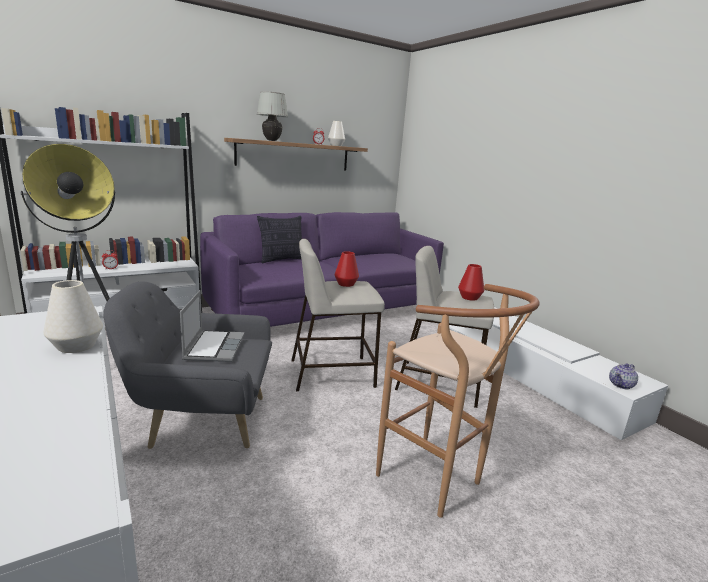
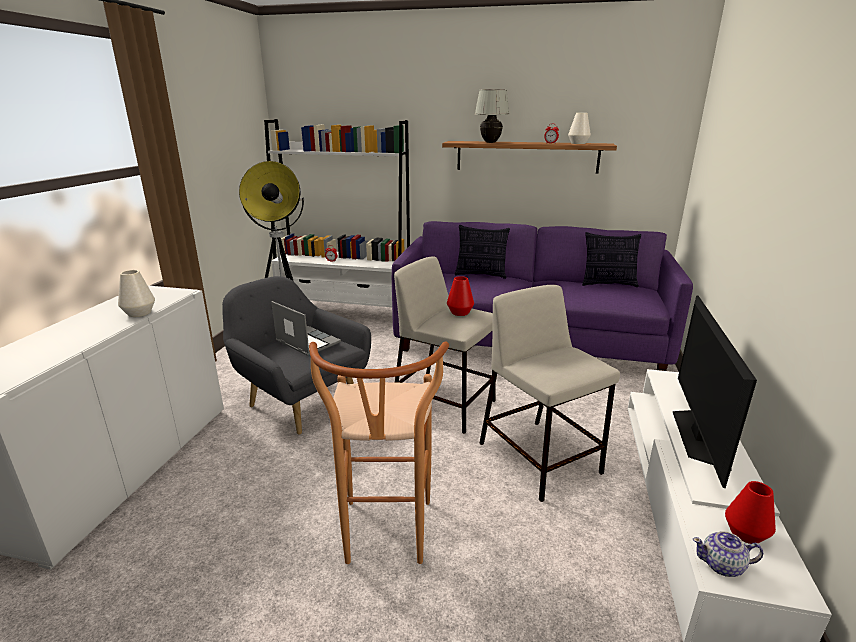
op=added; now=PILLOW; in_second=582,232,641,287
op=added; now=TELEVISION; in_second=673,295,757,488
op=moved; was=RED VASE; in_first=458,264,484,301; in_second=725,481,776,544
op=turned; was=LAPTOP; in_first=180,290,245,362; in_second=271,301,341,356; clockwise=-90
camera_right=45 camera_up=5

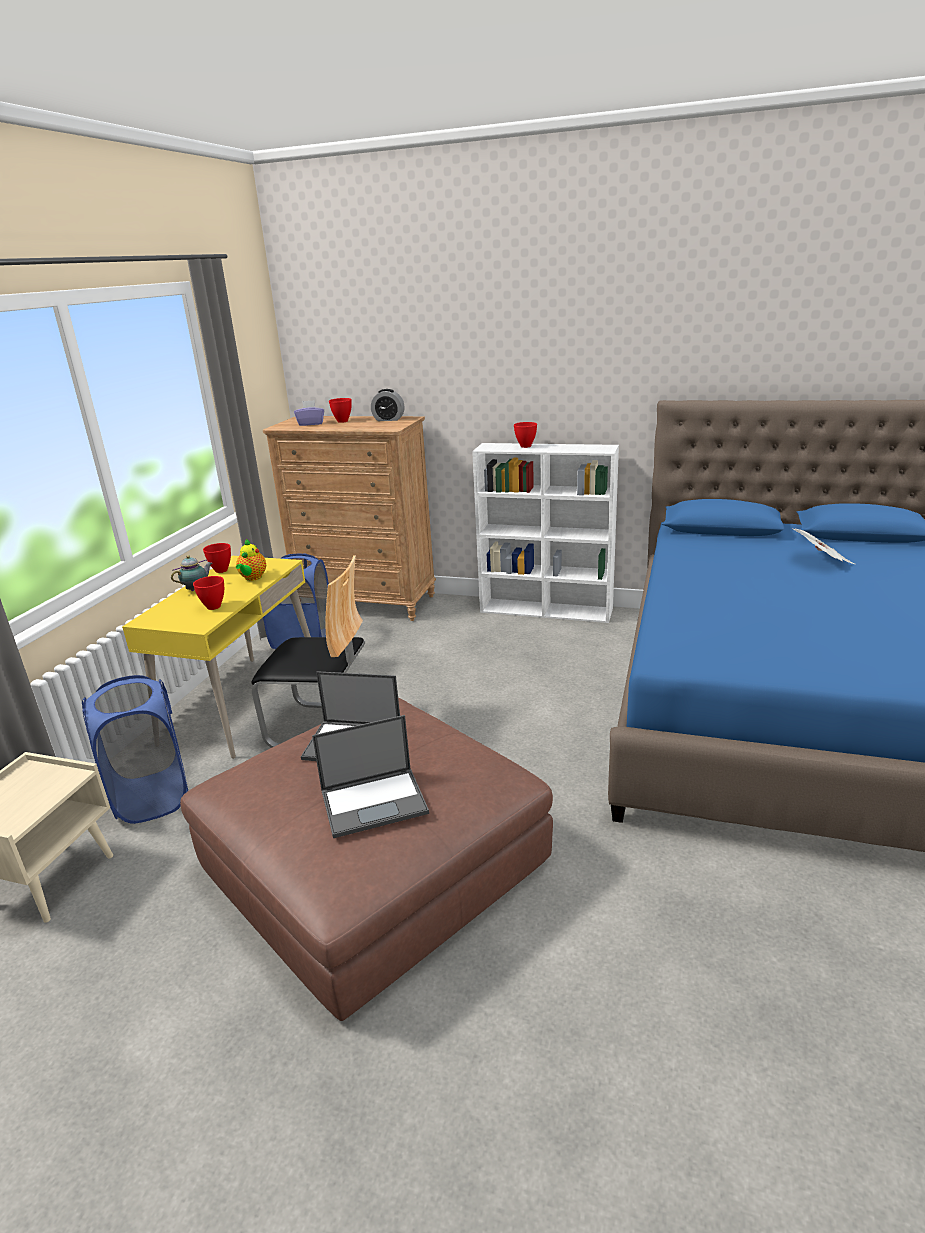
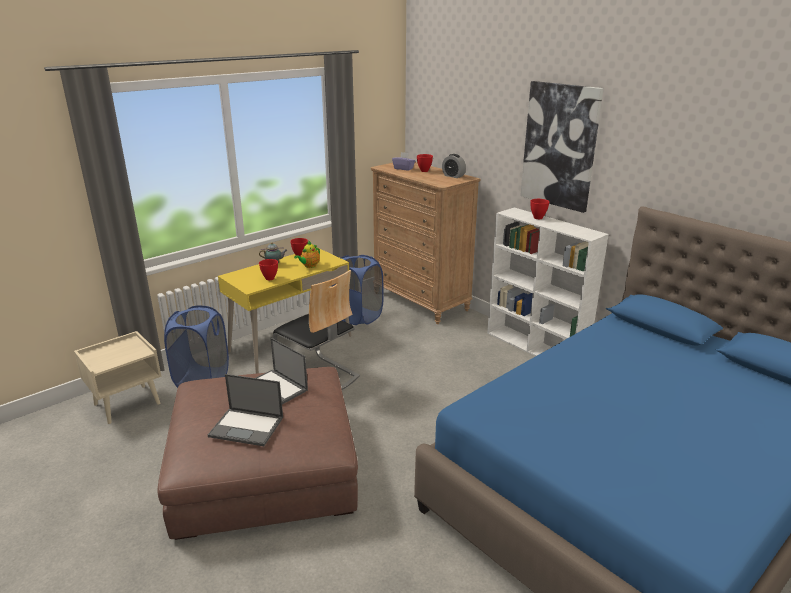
op=removed; was=NEWSPAPER; in_first=793,528,854,564
op=added; now=PICTURE; in_second=520,81,604,213
camera_right=30 camera_up=0

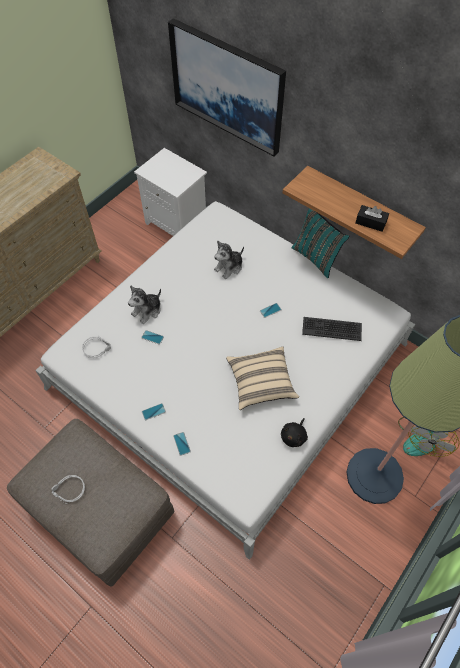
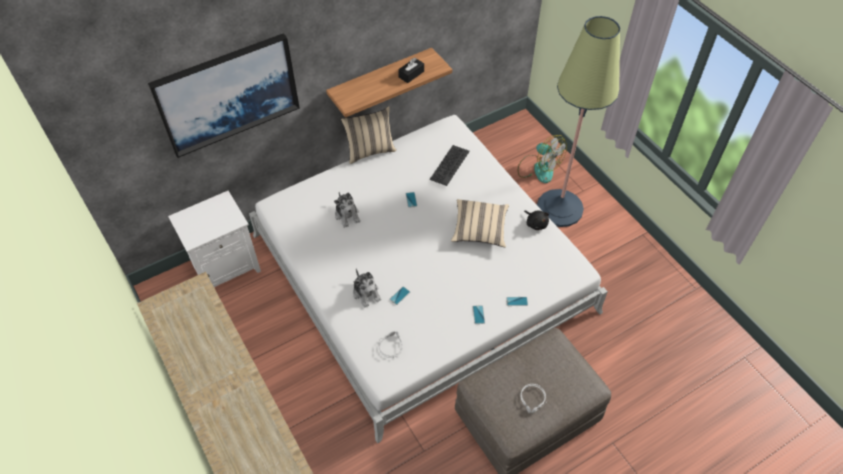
op=recoloured; was=TURQUOISE PILLOW; now=BEIGE PILLOW; in_first=291,208,349,278; in_second=341,106,397,164
camera_right=-70 camera_up=-5

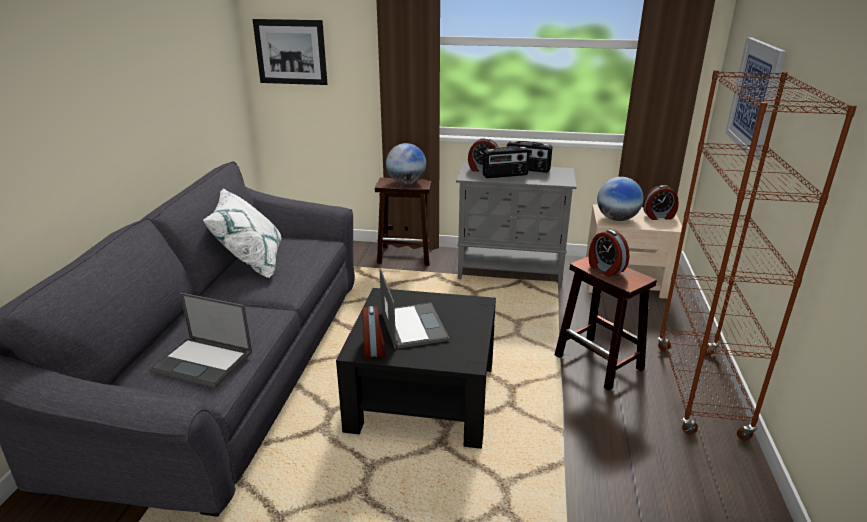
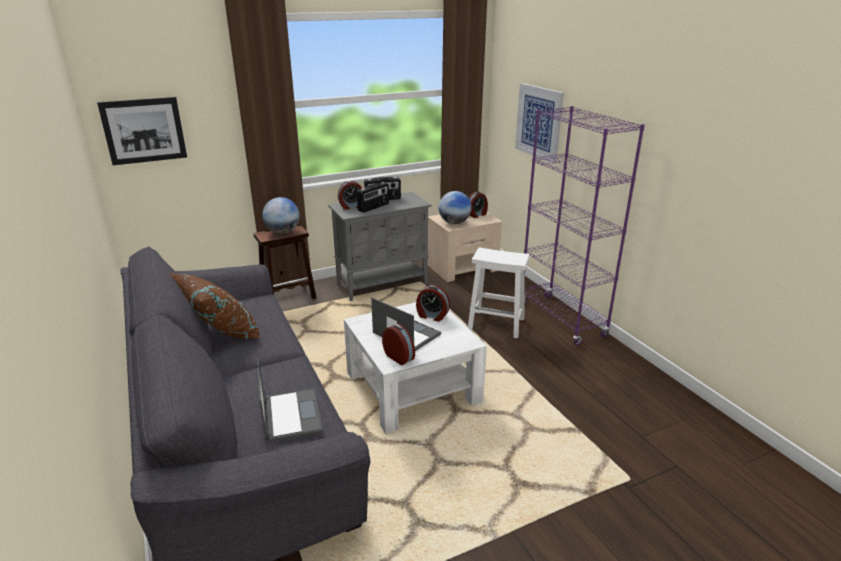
op=moved; was=ALARM CLOCK; in_first=589,230,629,276; in_second=416,285,450,322
op=recoloured; was=WHITE PILLOW; now=BROWN PILLOW; in_first=203,189,282,278; in_second=170,273,260,339
op=recoloured; was=BLACK COFFEE TABLE; now=WHITE COFFEE TABLE; in_first=336,288,496,449; in_second=344,302,487,434
op=recoloured; was=BROWN STOOL; now=WHITE STOOL; in_first=555,256,657,391; in_second=468,248,530,339
op=recoloured; was=BROWN BOOKCASE; now=PURPLE BOOKCASE; in_first=657,70,857,440; in_second=524,106,645,345
op=turned; was=LAPTOP; in_first=149,293,252,388; in_second=257,359,323,443; clockwise=-90
camera_right=-35 camera_up=0

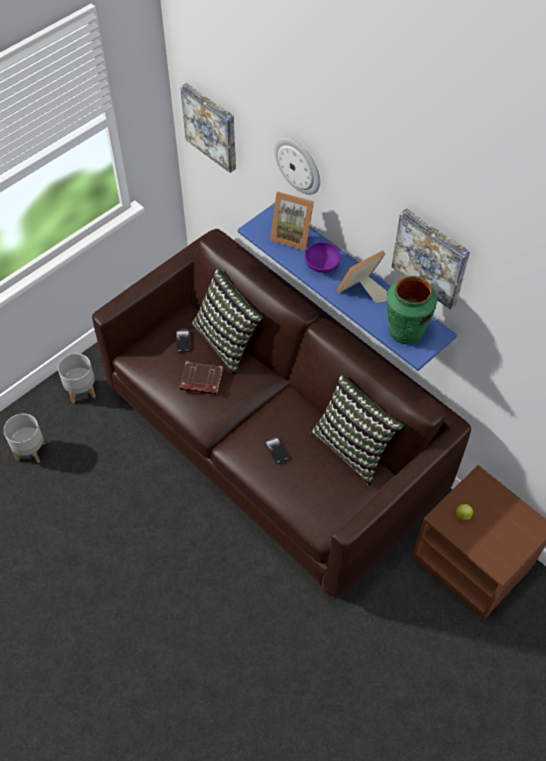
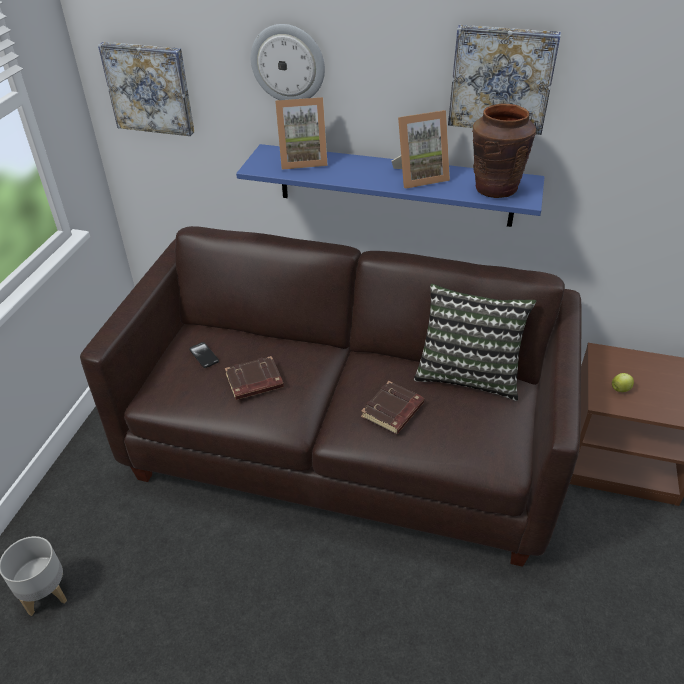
op=removed; was=GREY PLANTER; in_first=58,353,96,403
op=removed; was=PILLOW; in_first=191,268,263,375
op=removed; was=PURPLE BOWL; in_first=305,242,341,273
op=replaced; was=PHONE; now=BROWN BOOK; in_first=265,436,289,464; in_second=361,381,424,434
op=recoloured; was=GREEN VASE; now=BROWN VASE; in_first=387,276,437,344; in_second=472,104,536,198
op=turned; was=PICTURE FRAME; in_first=337,251,388,303; in_second=392,110,450,189; clockwise=-135
camera_right=-30 camera_up=-15

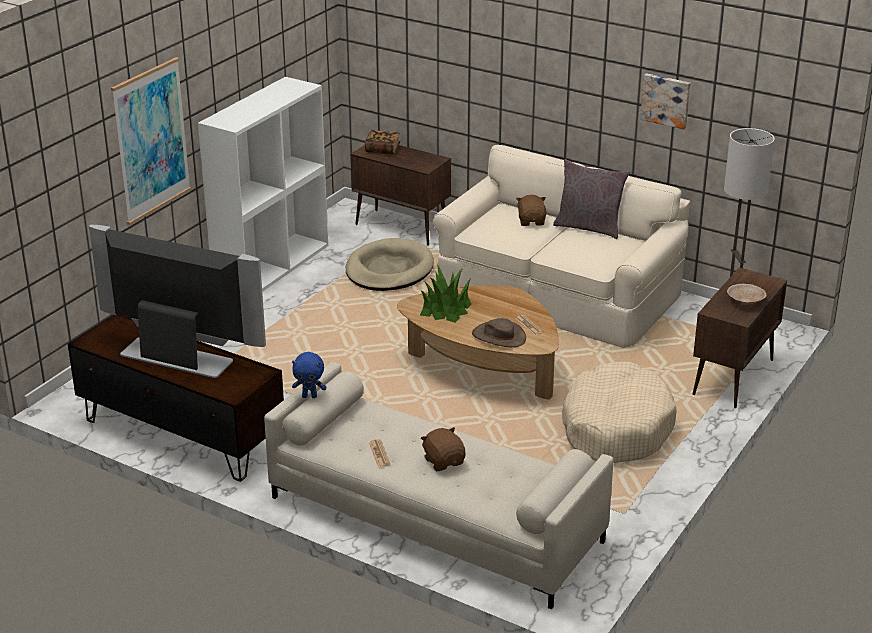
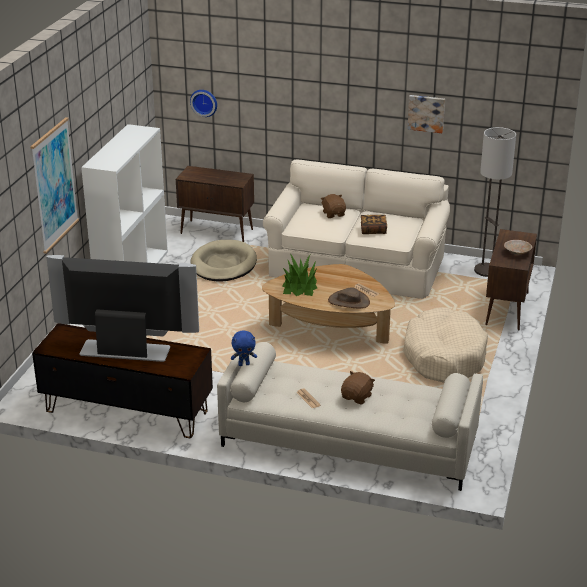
op=removed; was=GREY PILLOW; in_first=553,159,630,239
op=added; now=WALL CLOCK; in_second=190,90,217,117
op=moved; was=BOOK; in_first=365,130,400,155; in_second=361,215,387,234
op=turned; was=BROWN PLUSH TOY; in_first=421,427,466,471; in_second=341,371,375,404; clockwise=75
camera_right=-15 camera_up=0

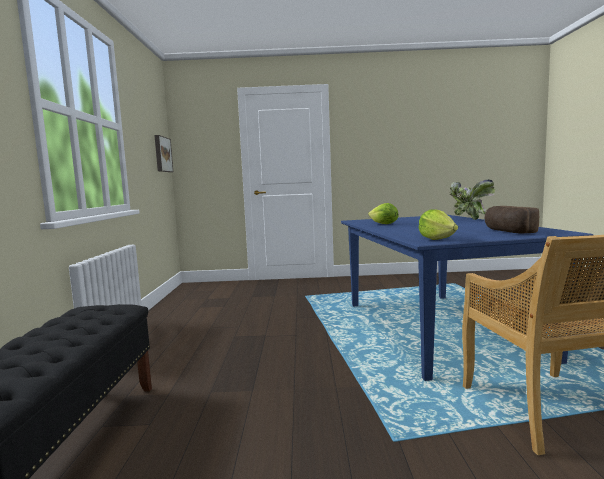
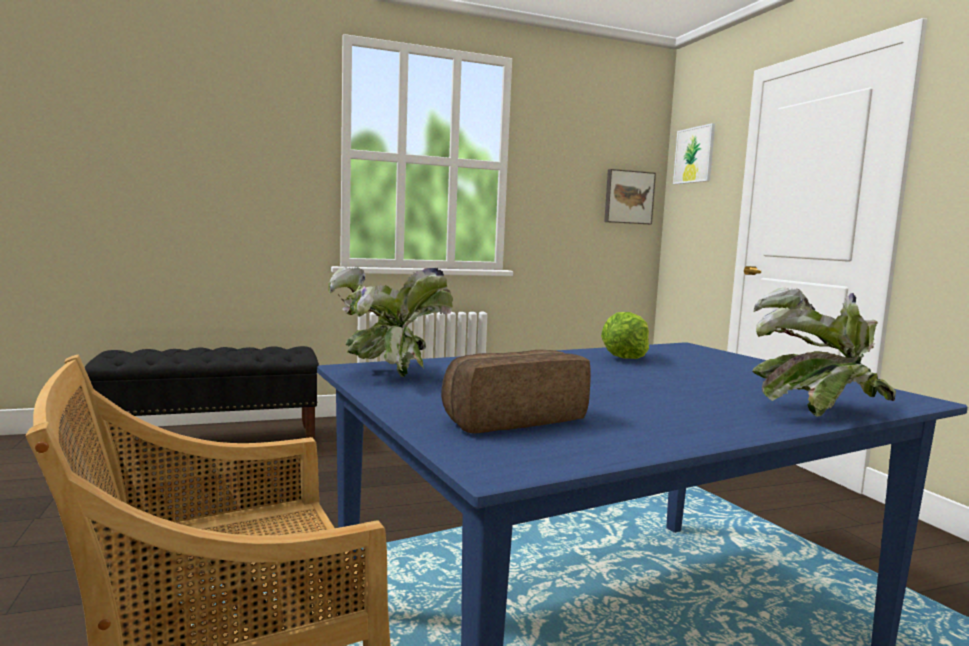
op=added; now=PICTURE; in_second=673,123,715,184
op=replaced; was=LETTUCE; now=POTTED PLANT; in_first=419,209,458,240; in_second=328,267,453,377
camera_right=70 camera_up=0

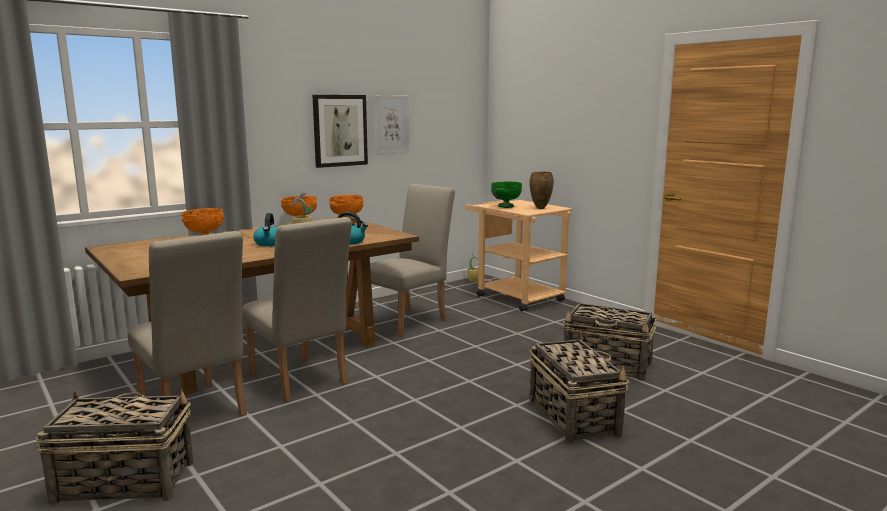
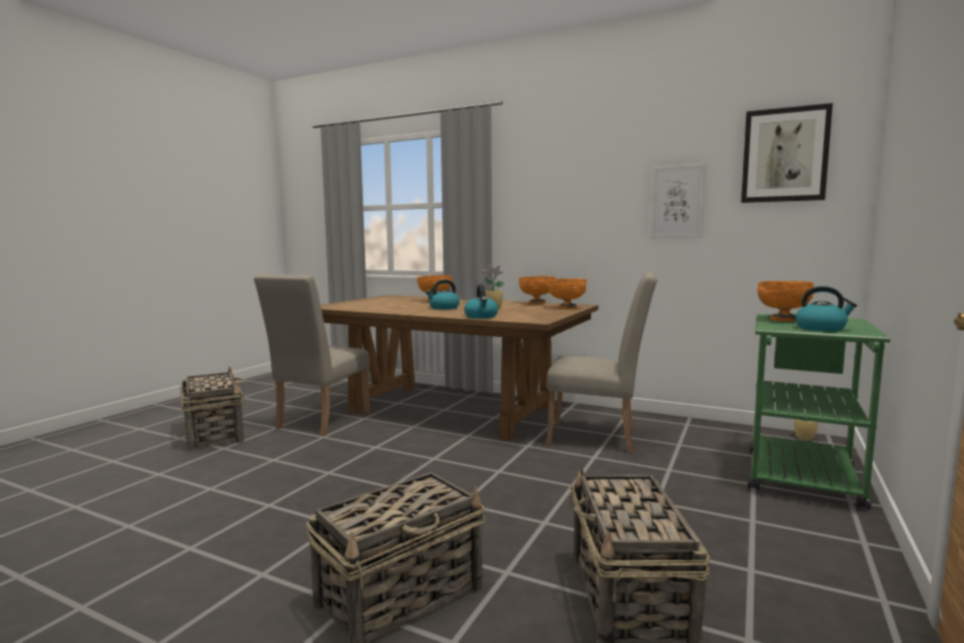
op=removed; was=BEIGE CHAIR; in_first=242,217,352,403
op=moved; was=PICTURE; in_first=312,95,368,168; in_second=741,103,833,203
op=replaced; was=BROWN VASE; now=KETTLE; in_first=529,172,554,209; in_second=795,286,857,332
op=recoloured; was=BEIGE CART; now=GREEN CART; in_first=465,200,572,311; in_second=748,314,890,510
op=recoloured; was=GREEN BOWL; now=ORANGE BOWL; in_first=491,182,522,208; in_second=757,281,814,322
camera_right=65 camera_up=-5

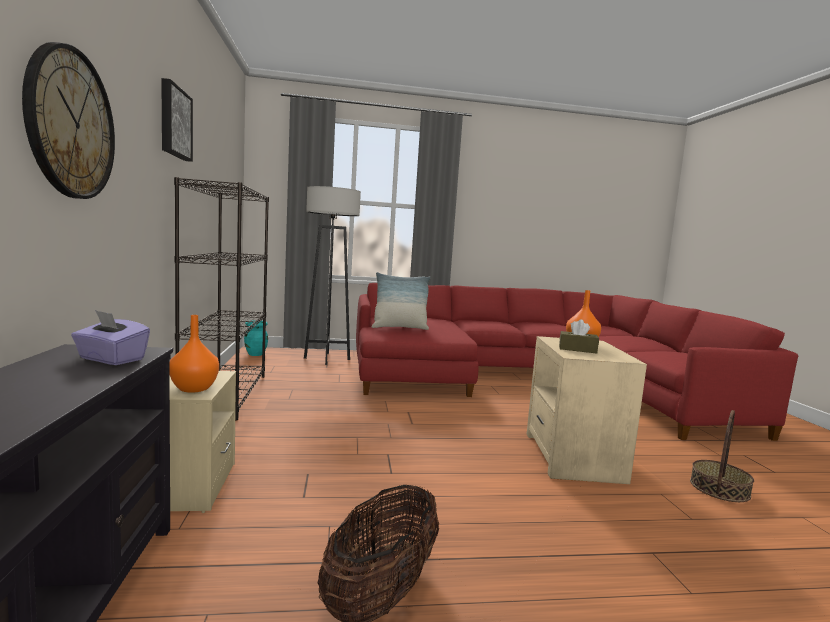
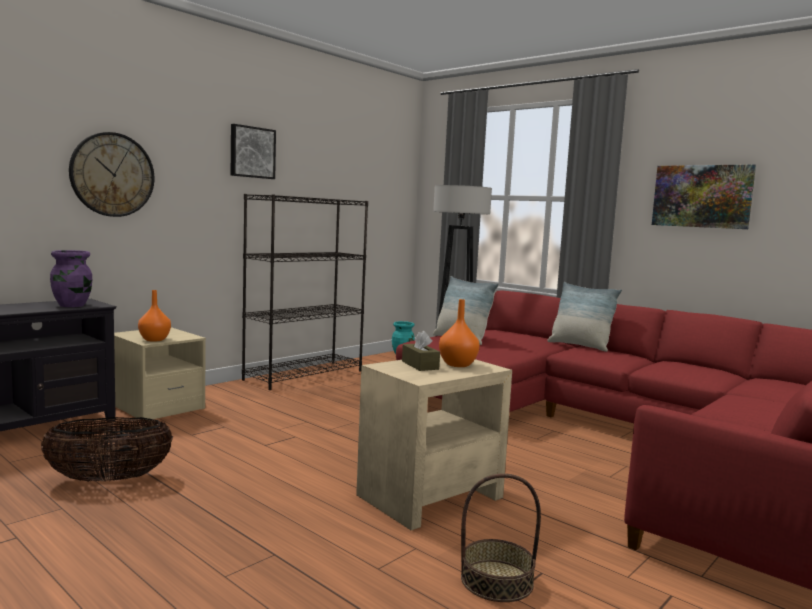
op=added; now=PILLOW; in_second=547,282,622,352
op=added; now=PICTURE; in_second=652,164,756,229
op=replaced; was=PURPLE TISSUE BOX; now=PURPLE VASE; in_first=71,310,150,365; in_second=50,250,92,307
camera_right=50 camera_up=0

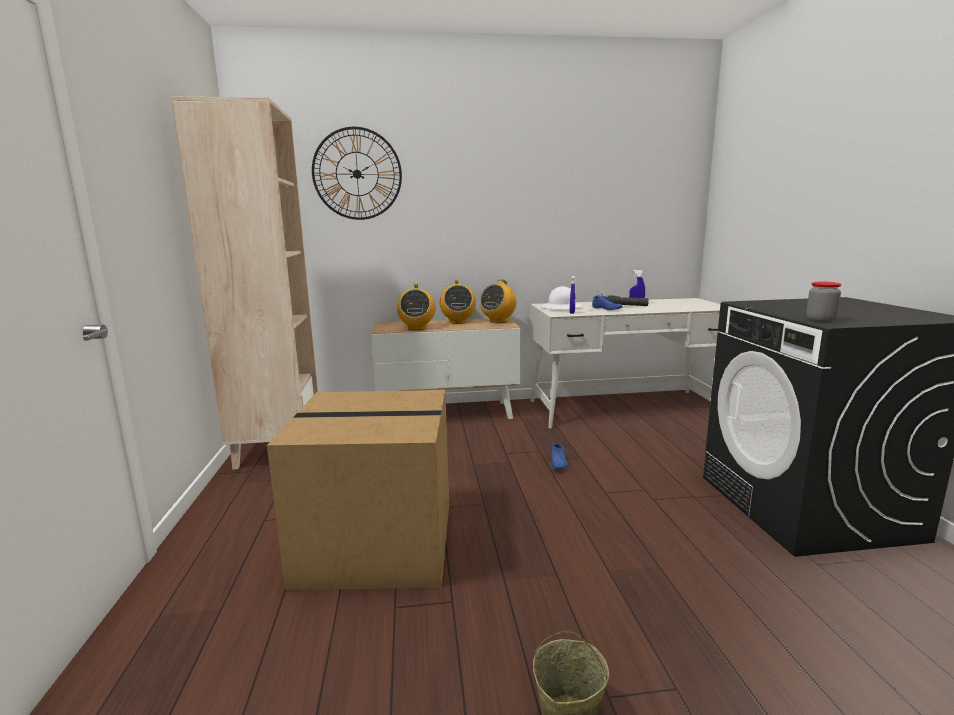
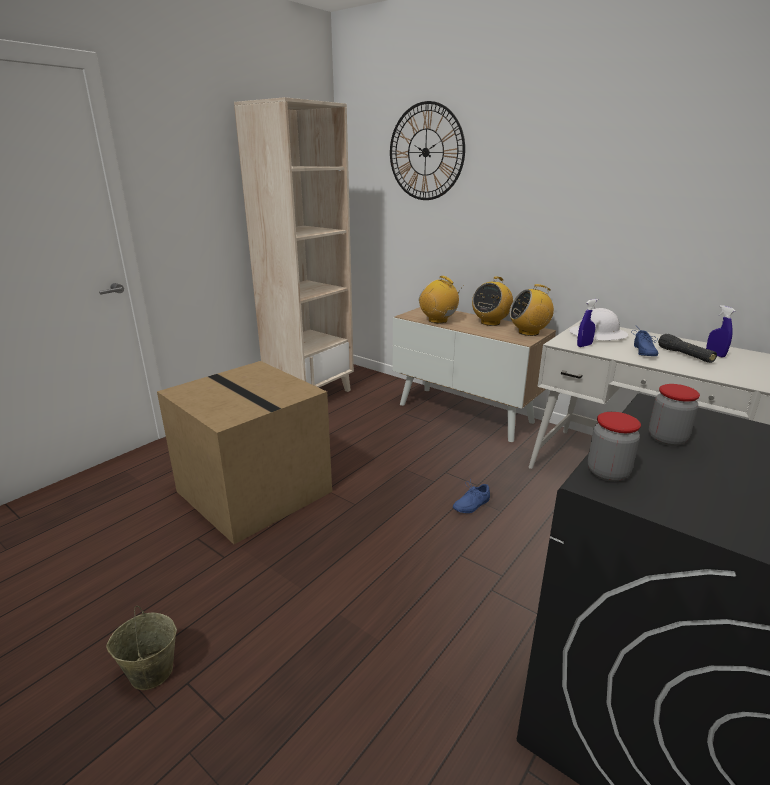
op=added; now=JAR; in_second=649,384,700,446
op=turned; was=RADIO; in_first=397,284,435,330; in_second=419,276,464,323; clockwise=90
camera_right=45 camera_up=10

